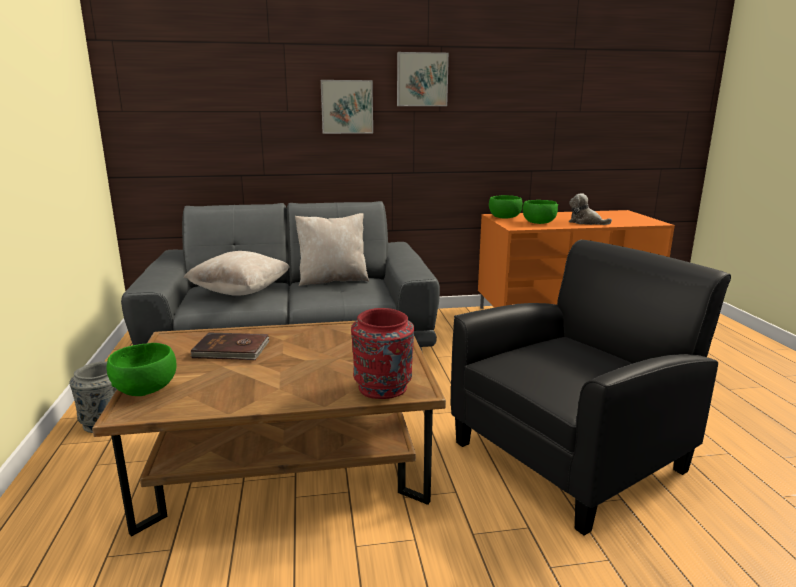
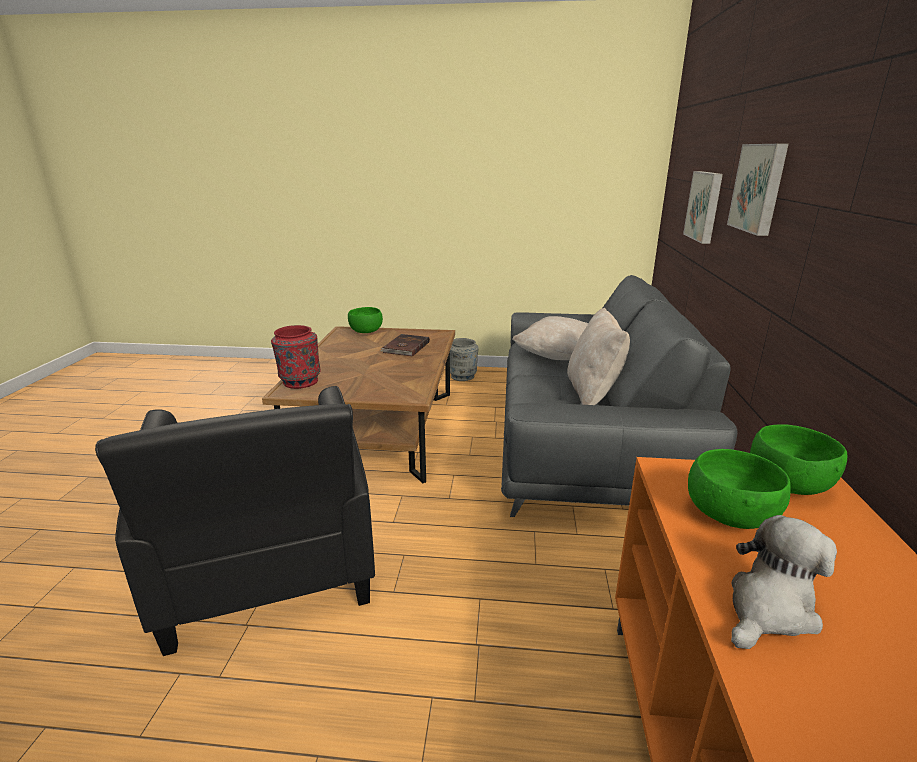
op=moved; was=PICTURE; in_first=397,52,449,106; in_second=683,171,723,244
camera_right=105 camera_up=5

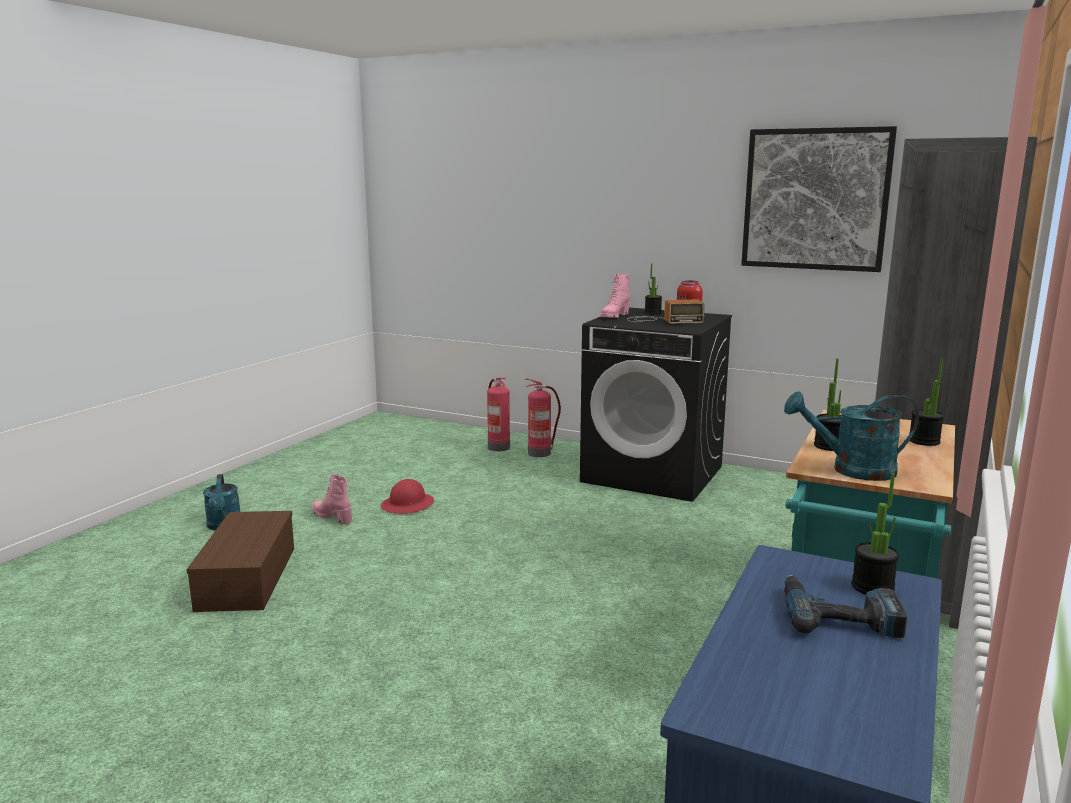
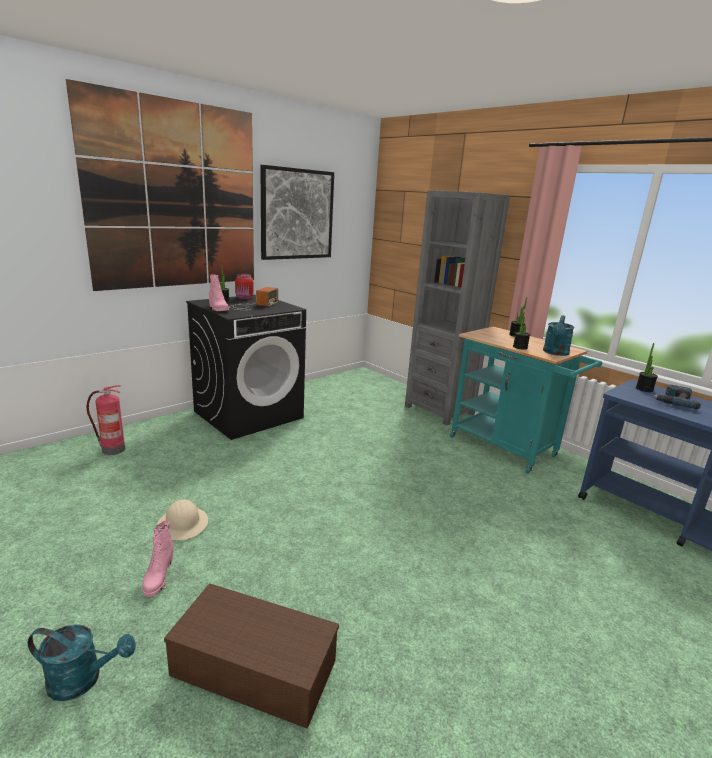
op=removed; was=FIRE EXTINGUISHER; in_first=525,379,561,457
op=added; now=PICTURE; in_second=66,79,254,291
op=recoloured; was=RED HARD HAT; now=BEIGE HARD HAT; in_first=381,479,434,514; in_second=157,499,208,540
op=turned; was=PINK BOOT; in_first=312,474,352,524; in_second=142,520,173,597; clockwise=-60
camera_right=-70 camera_up=5

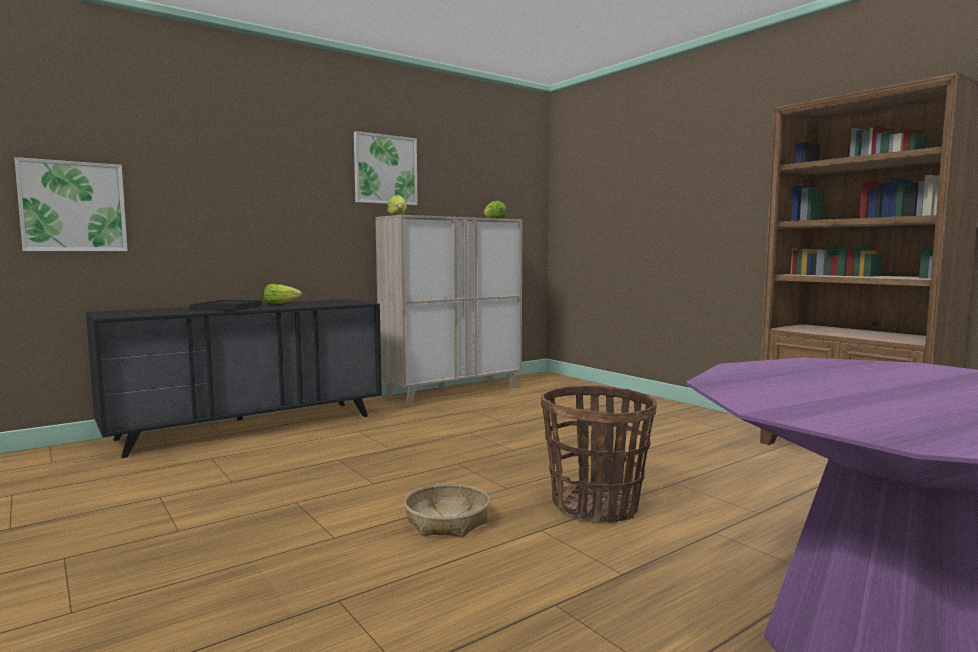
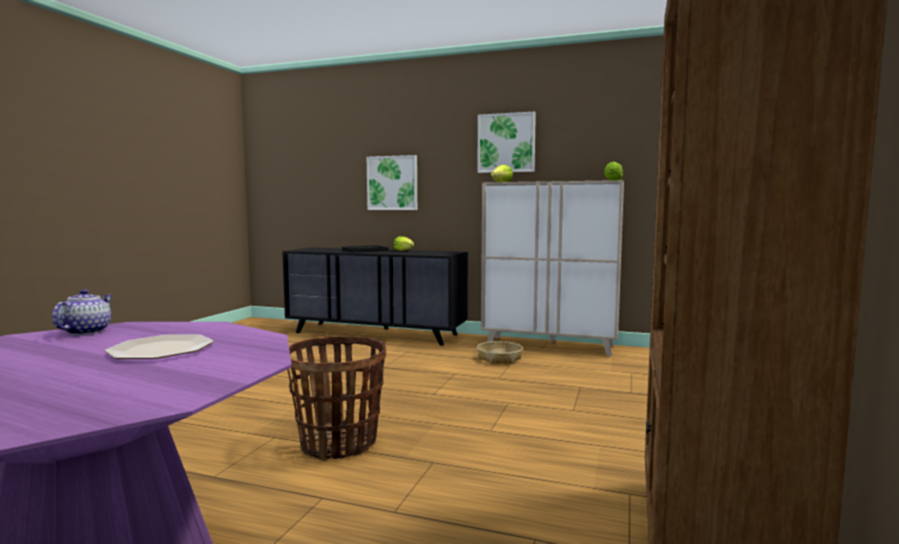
op=added; now=TEAPOT; in_second=52,289,113,335
op=added; now=PLATE; in_second=105,334,214,359
op=moved; was=PICTURE; in_first=14,157,128,251; in_second=367,155,417,210
op=moved; was=BASKET; in_first=404,484,490,538; in_second=477,341,523,364
camera_right=55 camera_up=0

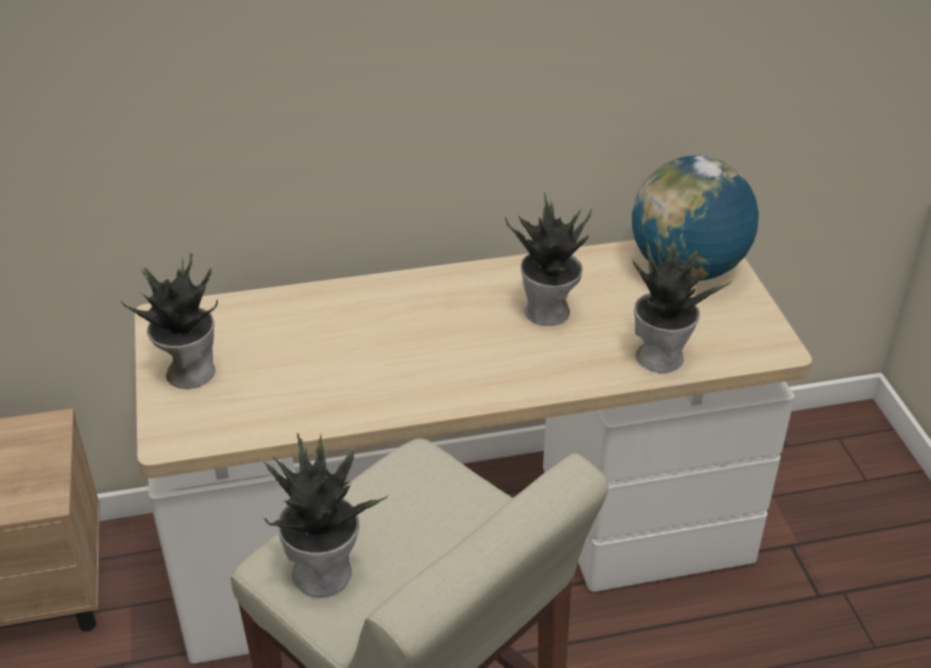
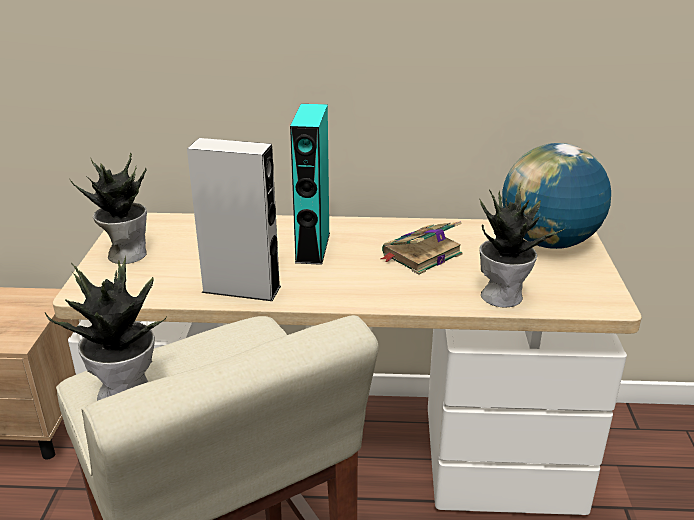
op=added; now=GREY SPEAKER; in_second=187,138,281,301
op=added; now=TURQUOISE SPEAKER; in_second=290,104,330,265
op=replaced; was=POTTED PLANT; now=BOOK; in_first=505,192,592,326; in_second=380,221,463,274
camera_right=15 camera_up=-10

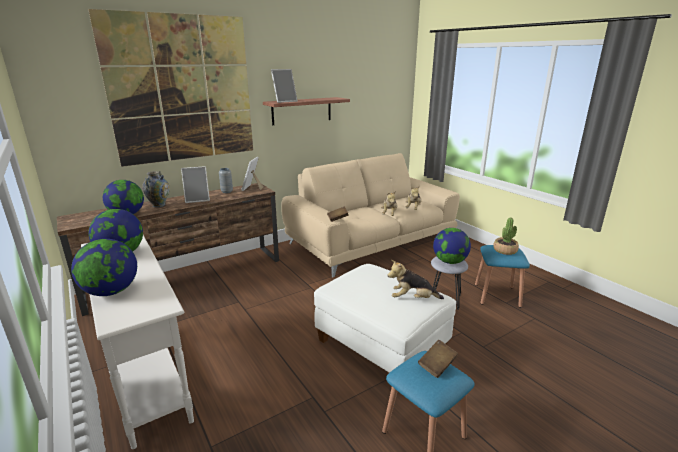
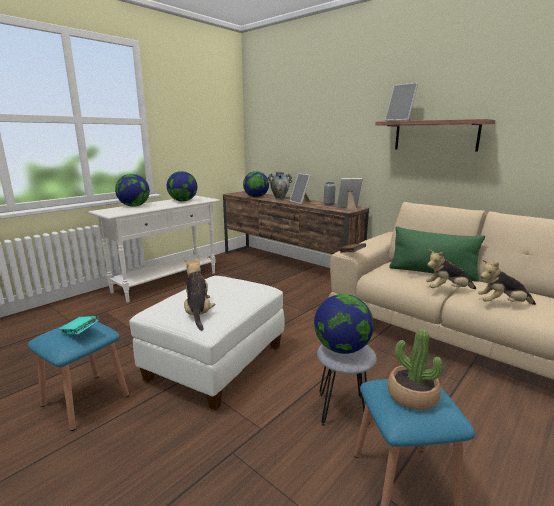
op=removed; was=PICTURE; in_first=88,9,253,167
op=added; now=GREEN PILLOW; in_second=389,226,485,282
op=recoloured; was=BROWN BOOK; now=TURQUOISE BOOK; in_first=418,340,458,378; in_second=59,316,99,334
camera_right=75 camera_up=-5

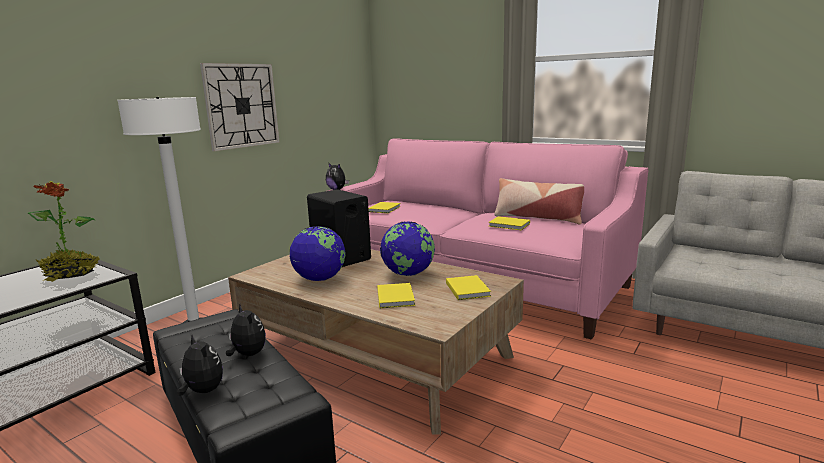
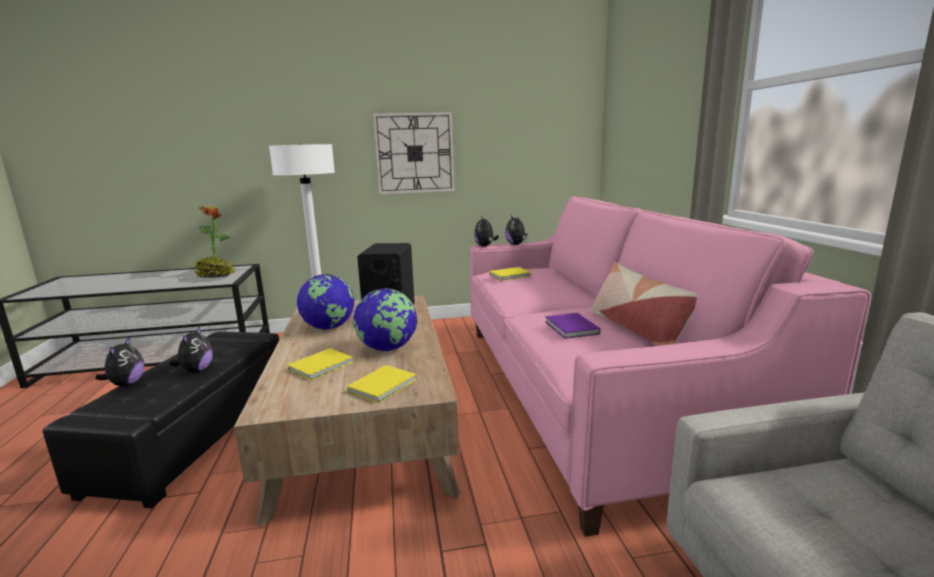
op=added; now=PLUSH TOY; in_second=505,215,527,245
op=recoloured; was=YELLOW BOOK; now=PURPLE BOOK; in_first=488,216,530,230; in_second=545,313,600,339
camera_right=45 camera_up=0

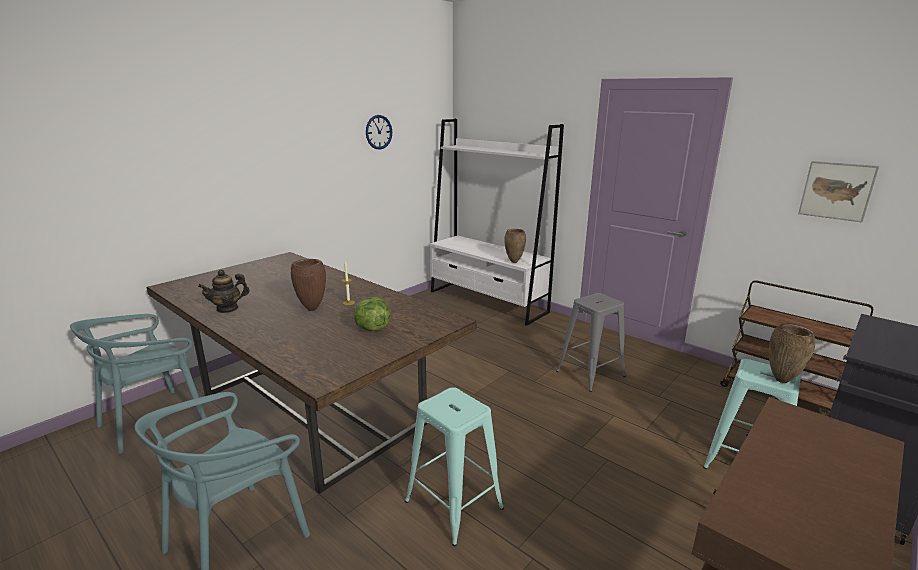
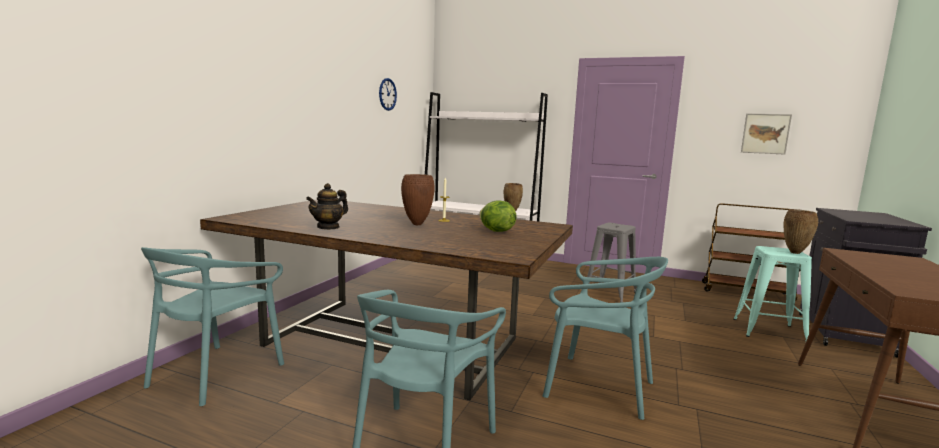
op=replaced; was=TURQUOISE STOOL; now=TURQUOISE CHAIR; in_first=405,387,504,546; in_second=542,257,668,420
camera_right=-20 camera_up=-10

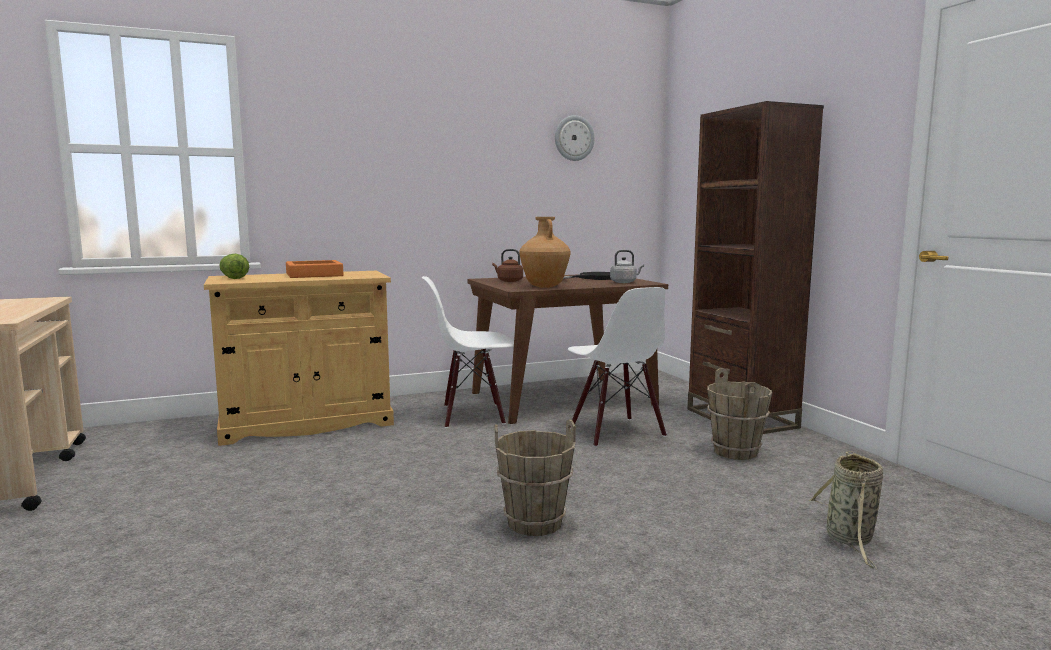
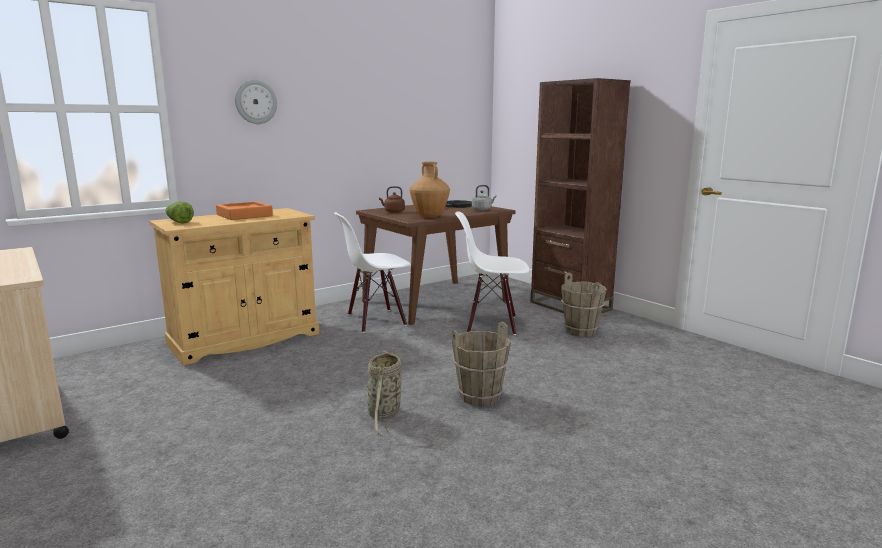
op=moved; was=WALL CLOCK; in_first=555,115,595,161; in_second=235,80,277,124
op=moved; was=BASKET; in_first=808,451,883,570; in_second=365,351,402,437
op=turned; was=WHITE CHAIR; in_first=568,287,667,447; in_second=455,211,529,335; clockwise=135
camera_right=-15 camera_up=5

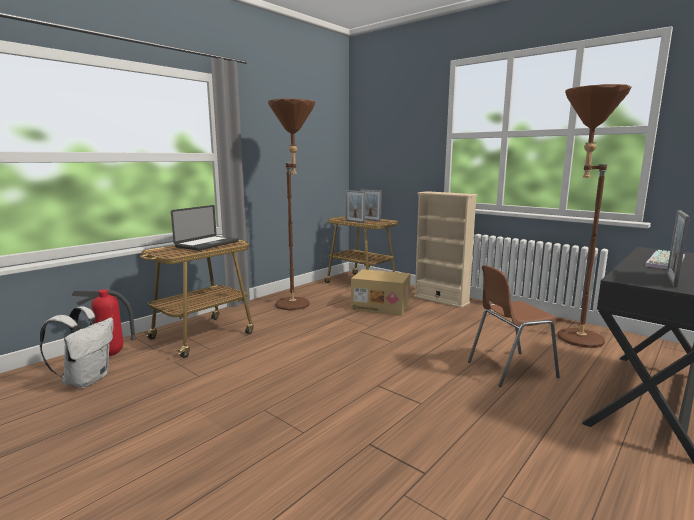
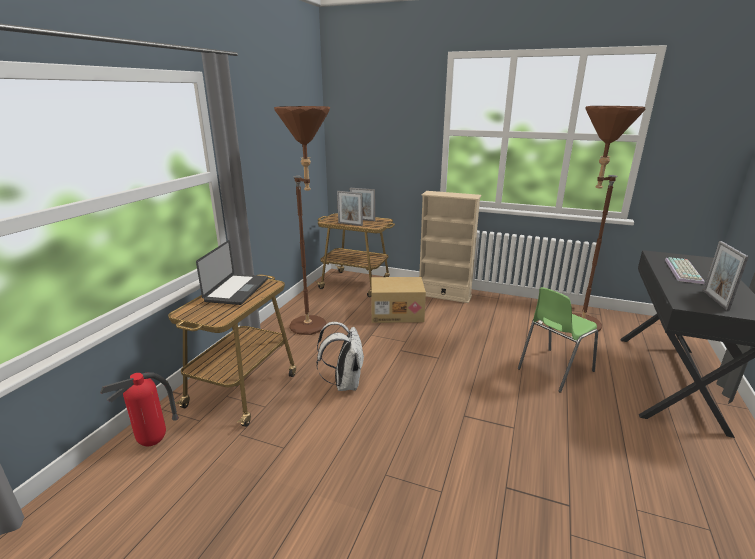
op=moved; was=WHITE BACKPACK; in_first=40,306,113,388; in_second=316,322,364,391
op=recoloured; was=BROWN CHAIR; now=GREEN CHAIR; in_first=468,265,560,387; in_second=518,287,598,393
camera_right=-20 camera_up=10

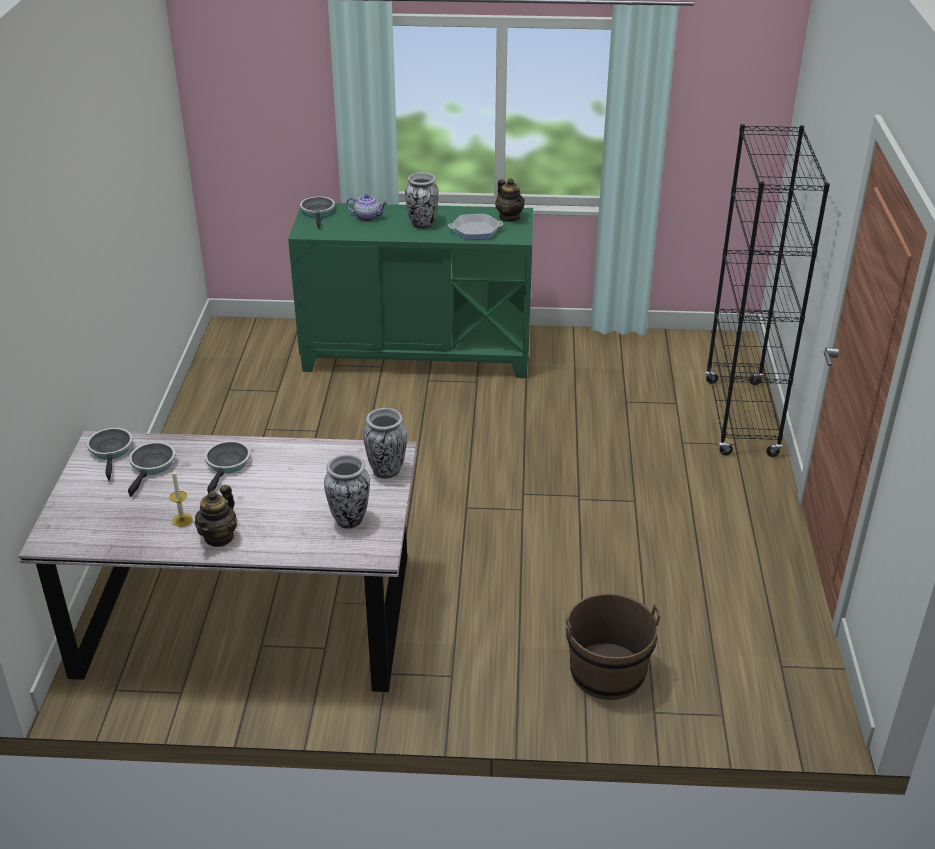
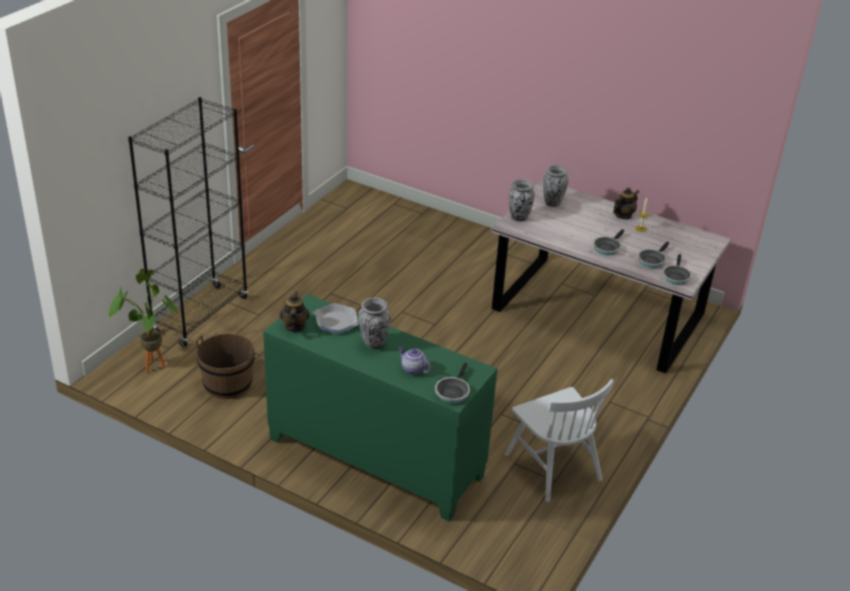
op=added; now=POTTED PLANT; in_second=109,268,178,373
op=added; now=WHITE CHAIR; in_second=505,379,614,502
op=moved; was=BROWN BUCKET; in_first=566,593,661,700; in_second=196,333,255,399
camera_right=-155 camera_up=0

